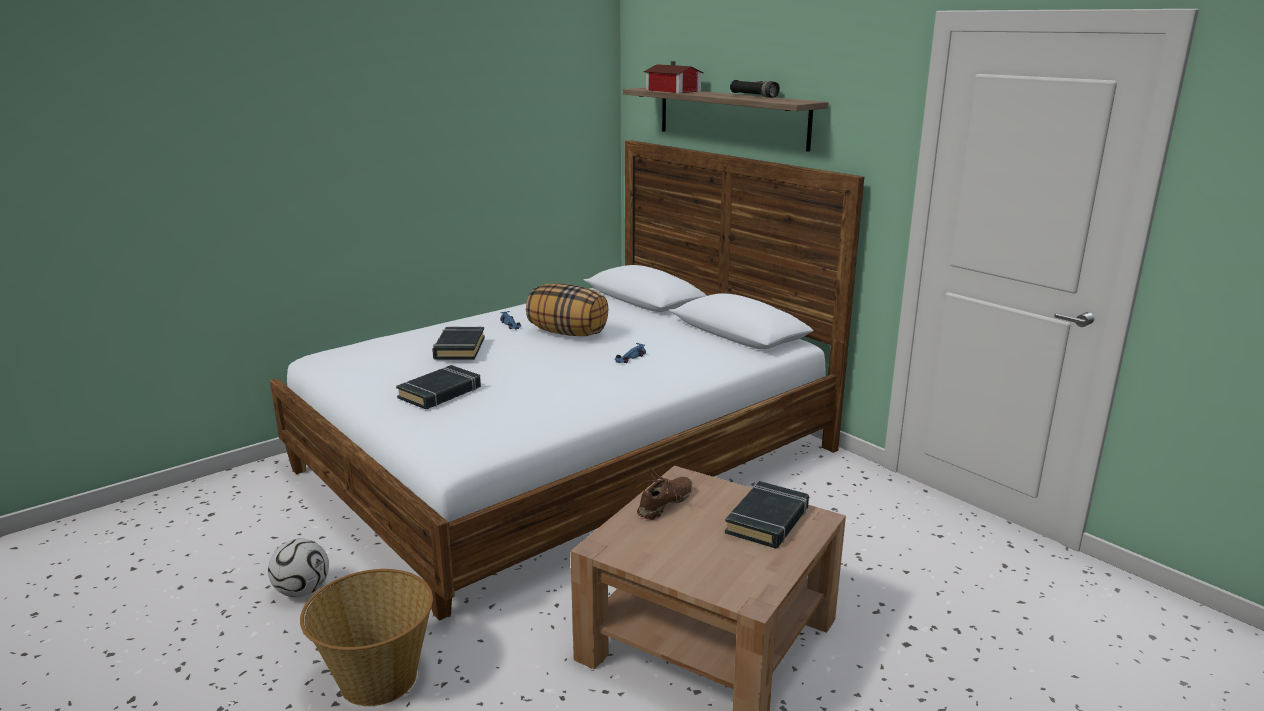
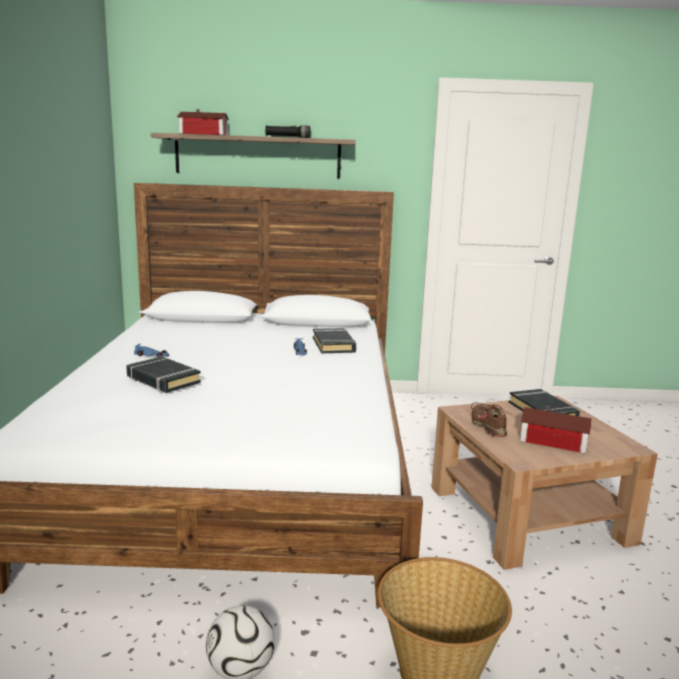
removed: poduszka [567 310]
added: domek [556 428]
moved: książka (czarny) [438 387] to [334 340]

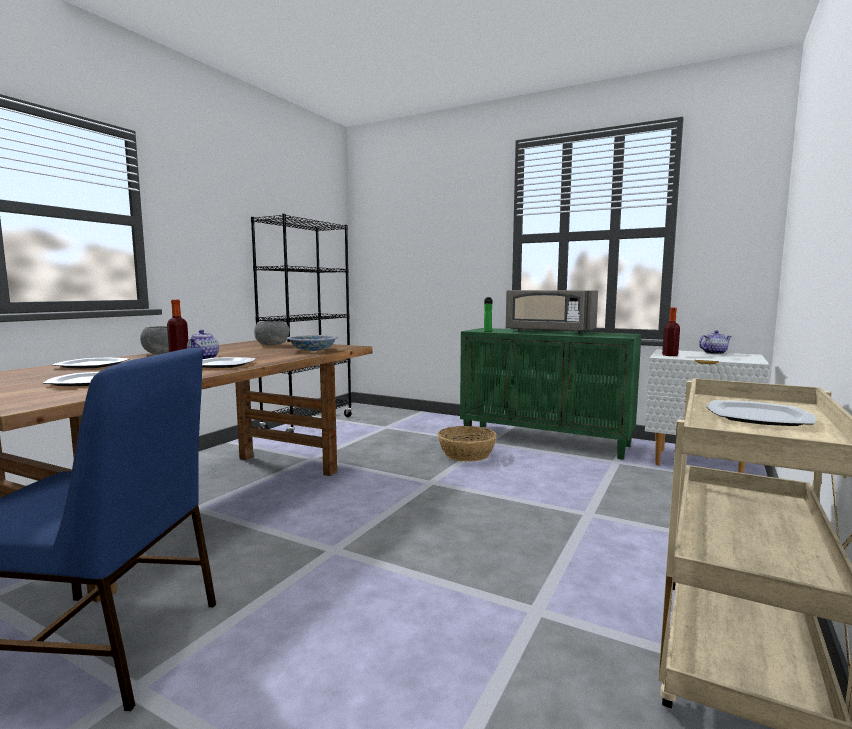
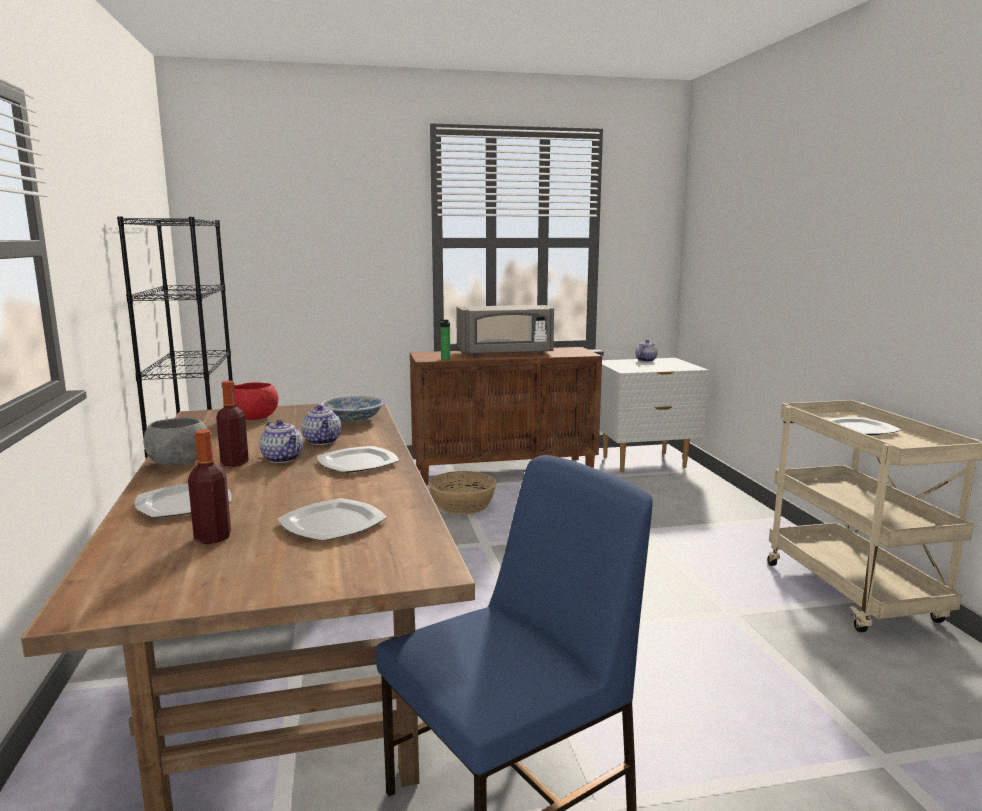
added: imbryk [321 425]
moved: butelka [671 332] to [209 486]
recoloured: miska (szary) [272 333] to miska (czerwony) [256 401]; szafka (zielony) [550 394] to szafka (brązowy) [506 416]

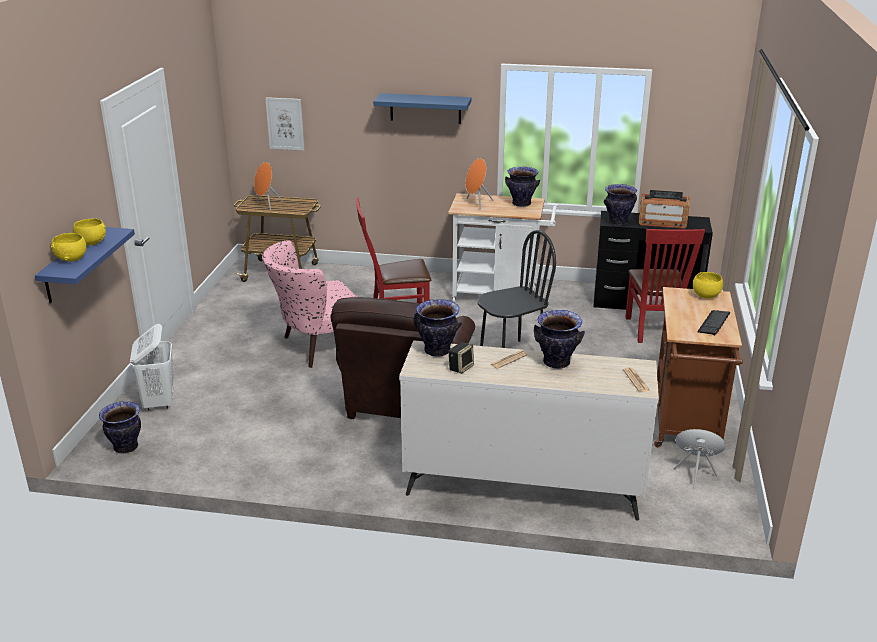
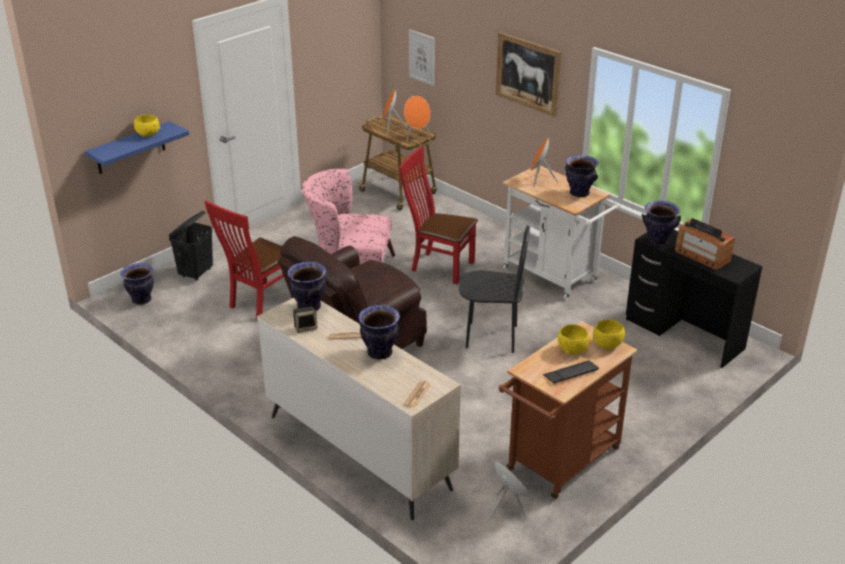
added: głośnik (pomarańczowy) [417 118]
moved: krzesło (czerwony) [665 286] to [244 260]; miska (żółty) [69 247] to [574 339]
replaced: półka (niebieski) [422 108] to obraz [529 74]
recoloured: kosz na pranie (biały) [152 367] to kosz na pranie (czarny) [191 246]

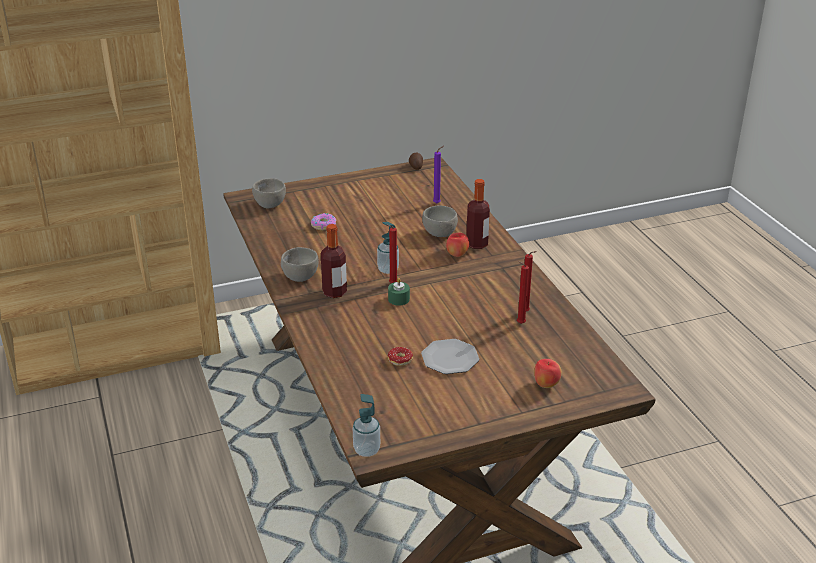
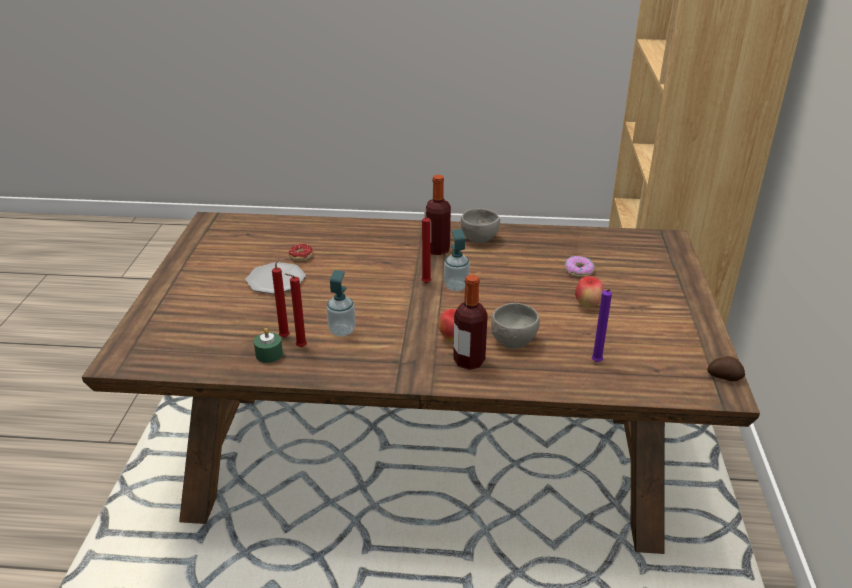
removed: miska (szary) [269 193]
moved: świeca (zielony) [399 292] to [268 345]; jabłko [548 373] to [589 292]; dozownik mydła [366 425] to [340 303]

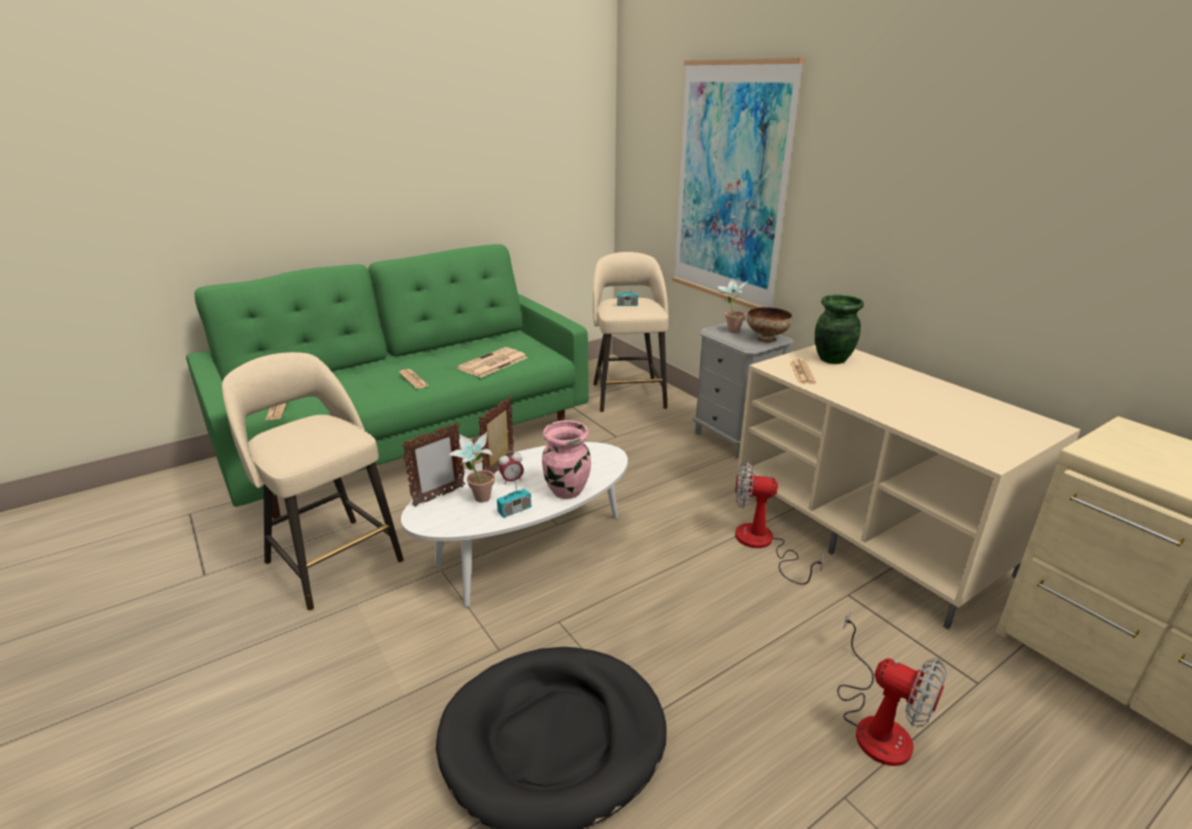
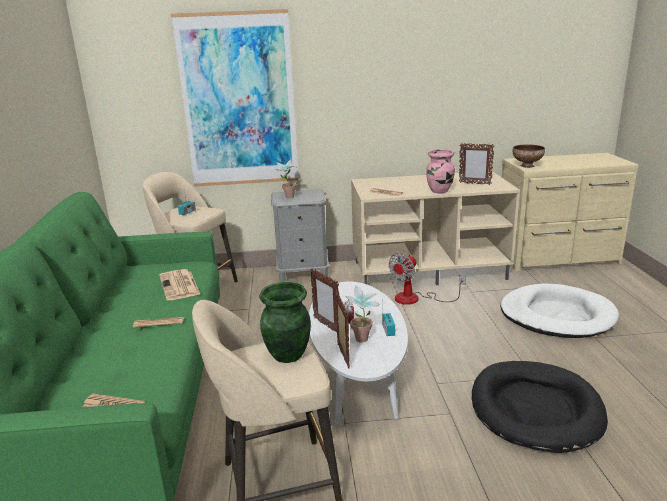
added: ramka na zdjęcie [476 164]
moved: wazon (zielony) [839 329] to [285 322]; miska [769 325] to [528 156]; wazon (różowy) [566 459] to [440 171]
replaced: wentylator [891 687] to legowisko (biały) [559 310]

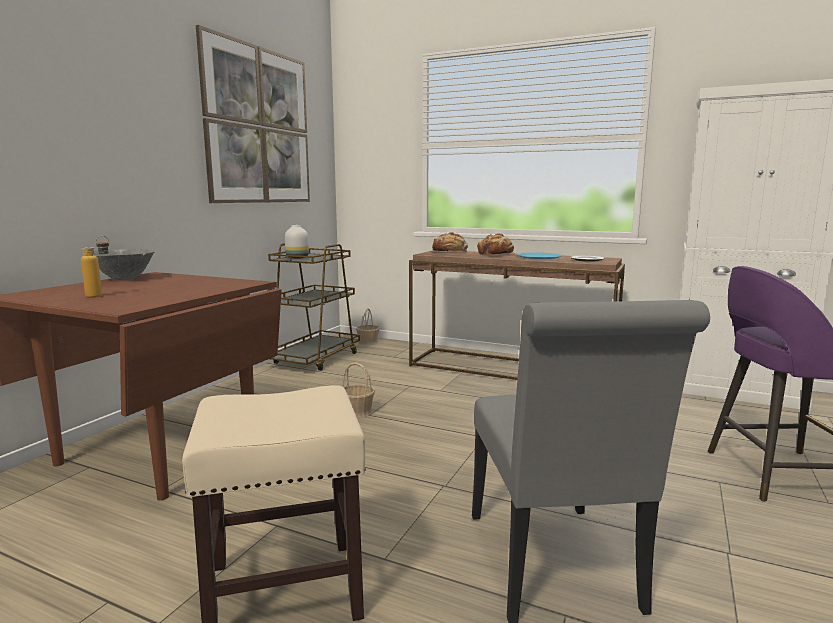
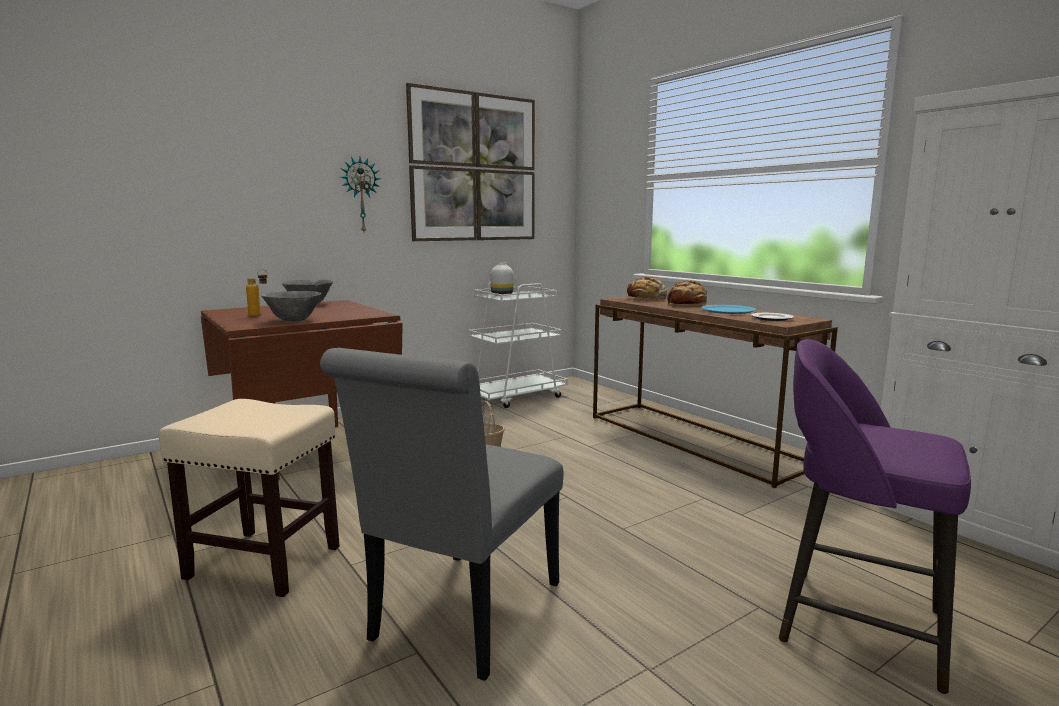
removed: koszyk [368 326]
added: zegar ścienny [361 194]; miska (szary) [291 306]
recoloured: wózek (brązowy) [314 307] to wózek (biały) [518 344]

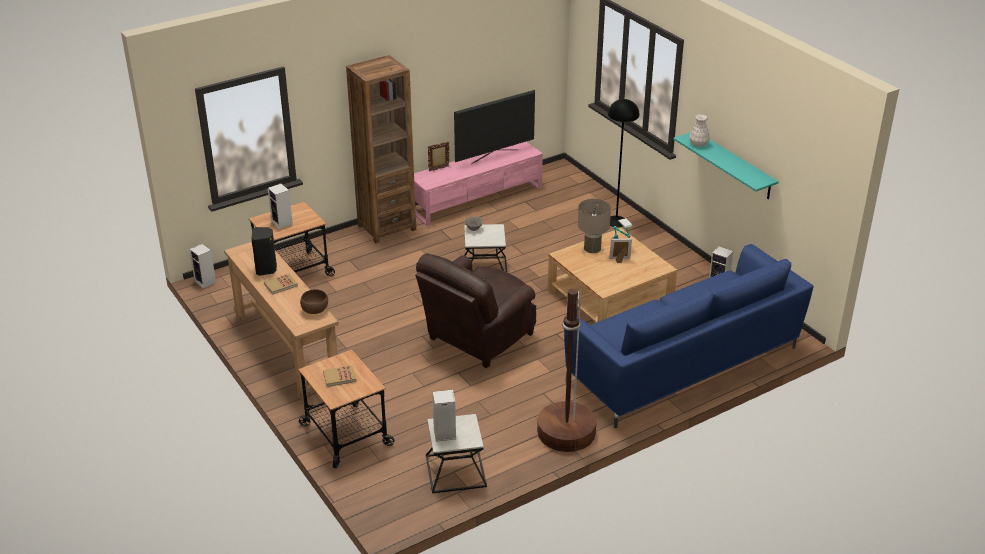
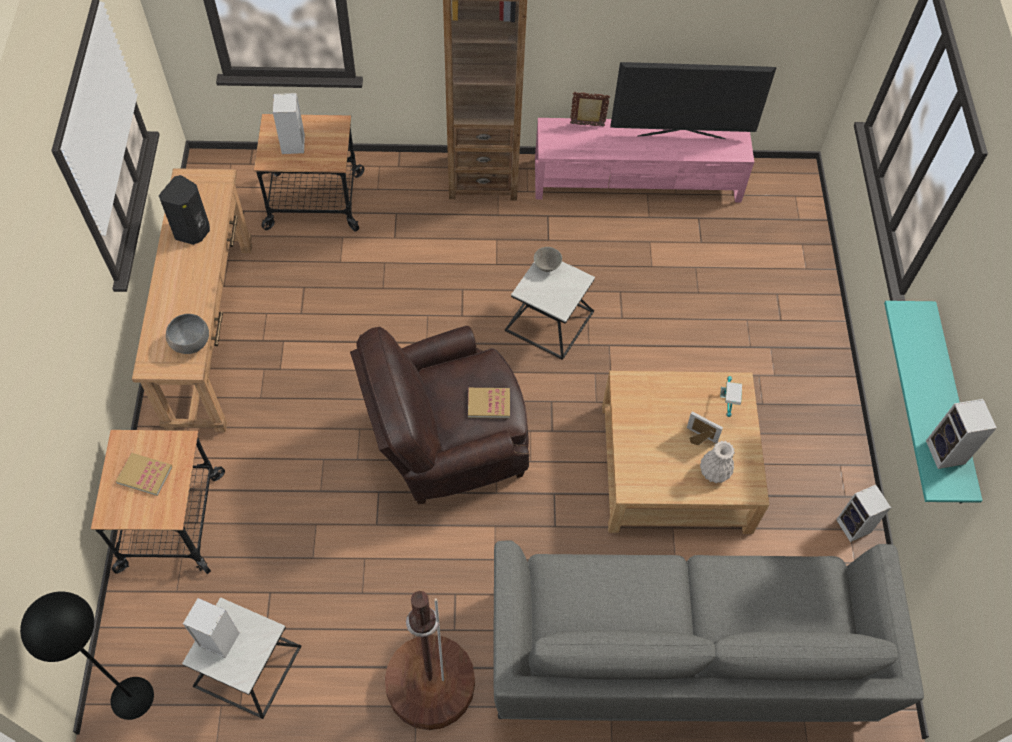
removed: lampa stołowa (beżowy) [594 226]
moved: lampa stojąca (czarny) [623 163] to [87 655]; wazon (biały) [699 130] to [717 462]; głośnik [202 266] to [961 434]; książka [281 284] to [489 403]
recoloured: kanapa (niebieski) [688 336] to kanapa (szary) [708 631]; miska (brązowy) [314 301] to miska (szary) [187 334]

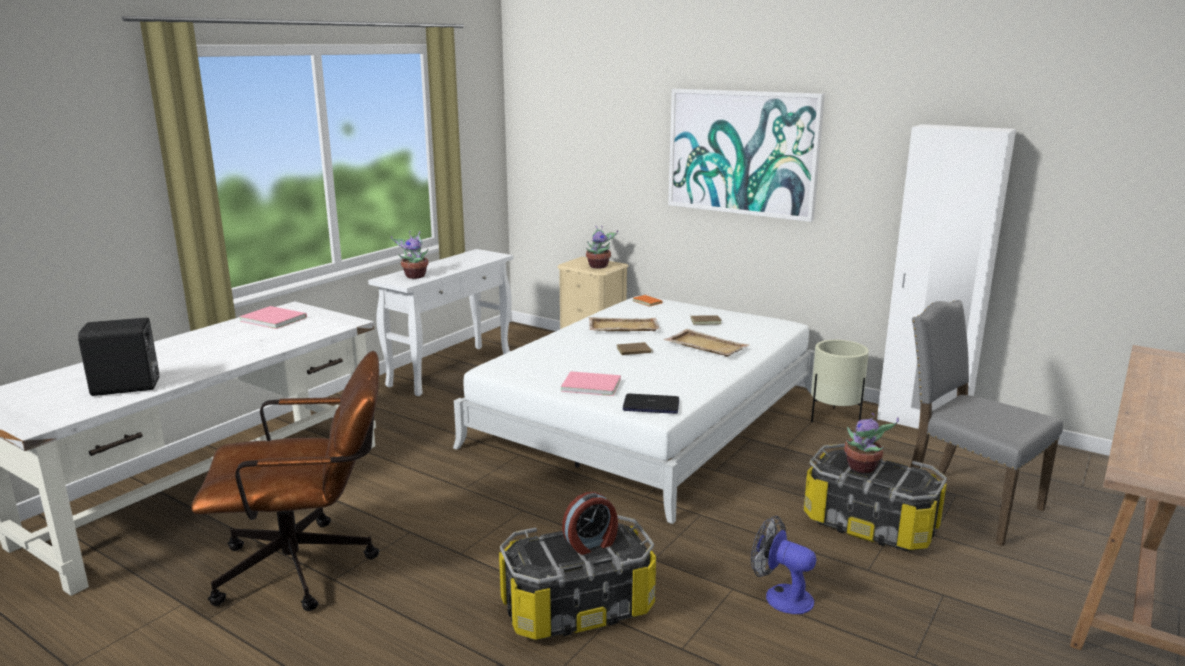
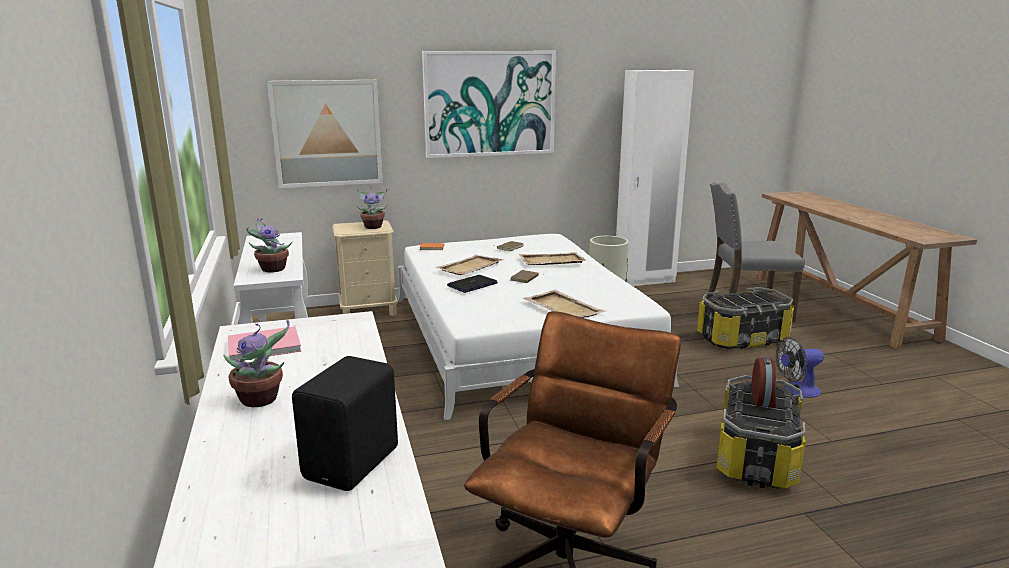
added: obraz [325 134]
moved: laptop [651 404] to [472 284]; roślina doniczkowa [871 443] to [256 363]
replaced: książka (różowy) [591 383] to taca (beżowy) [564 304]

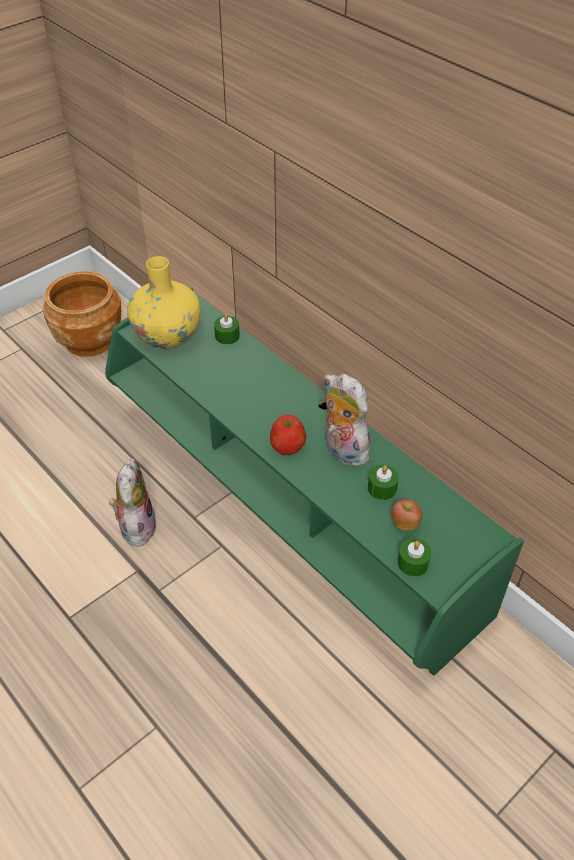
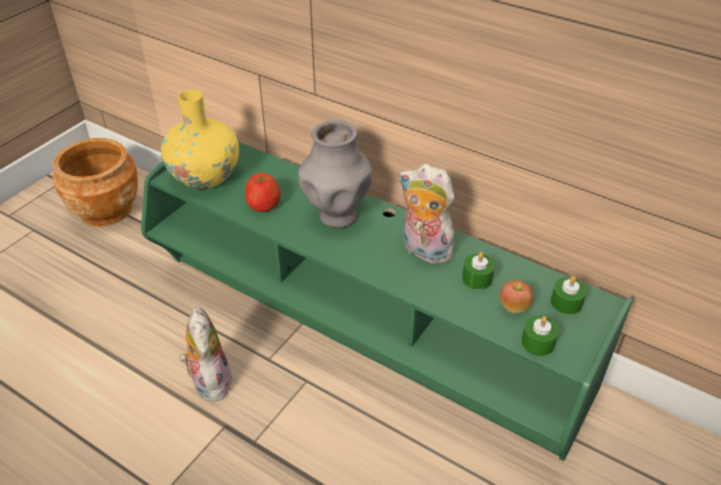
added: wazon (szary) [335 174]
moved: świeca (zielony) [227 329] to [569 295]; jabłko [288 435] to [263 192]

